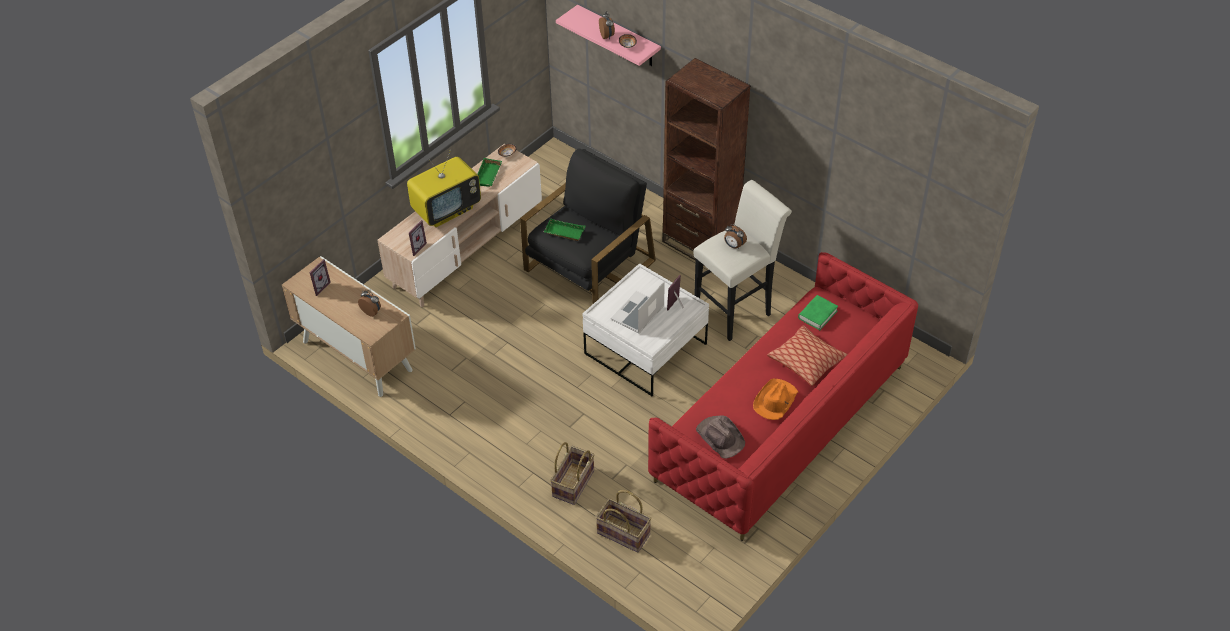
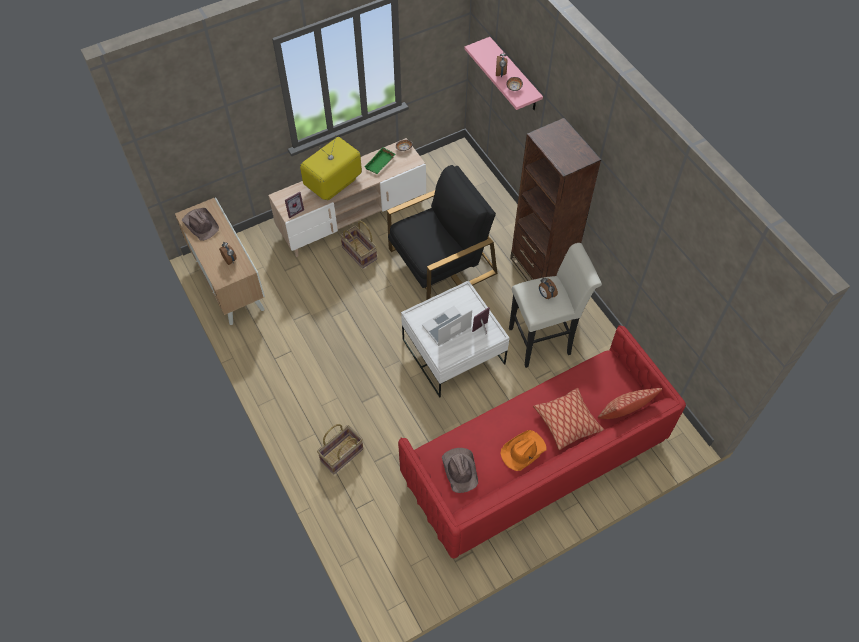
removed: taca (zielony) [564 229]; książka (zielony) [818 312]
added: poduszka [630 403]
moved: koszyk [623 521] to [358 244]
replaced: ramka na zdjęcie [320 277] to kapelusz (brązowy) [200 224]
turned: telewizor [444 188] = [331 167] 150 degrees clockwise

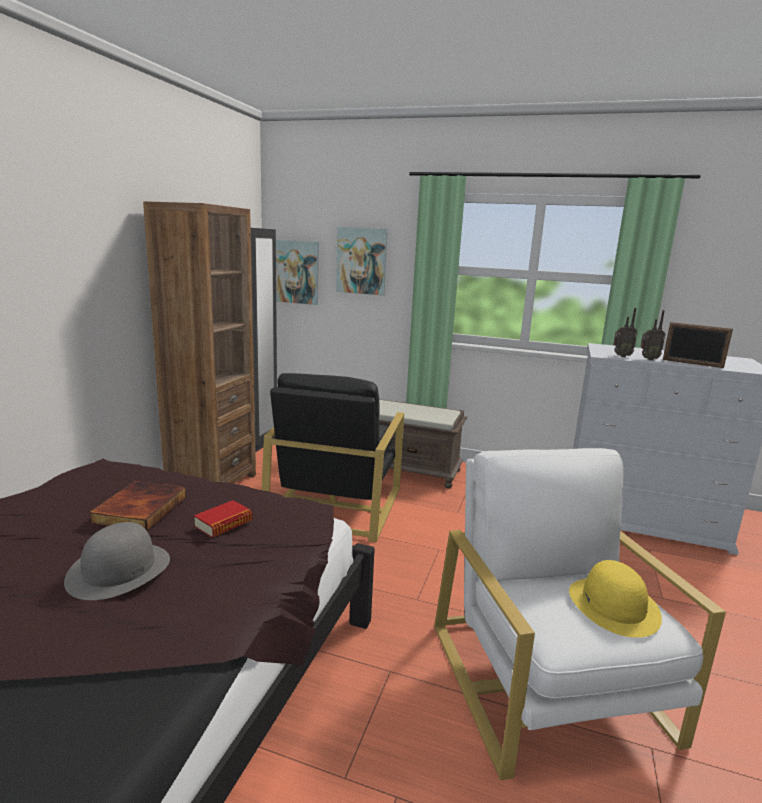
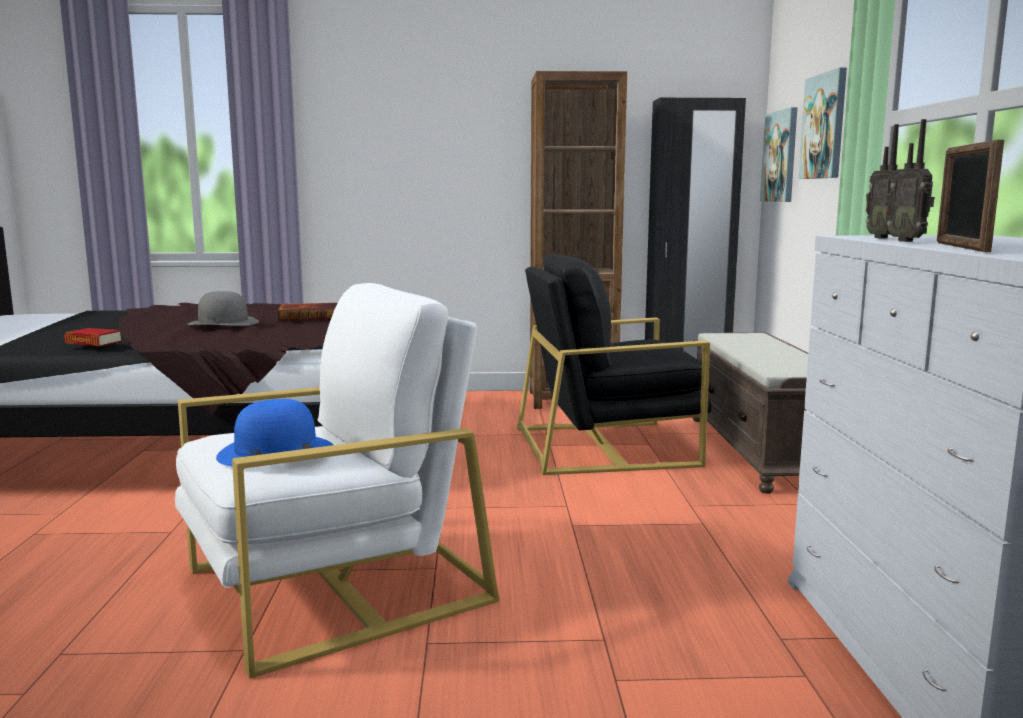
moved: książka [223 519] to [93 337]
recoloured: kapelusz (żółty) [615 599] to kapelusz (niebieski) [274 432]

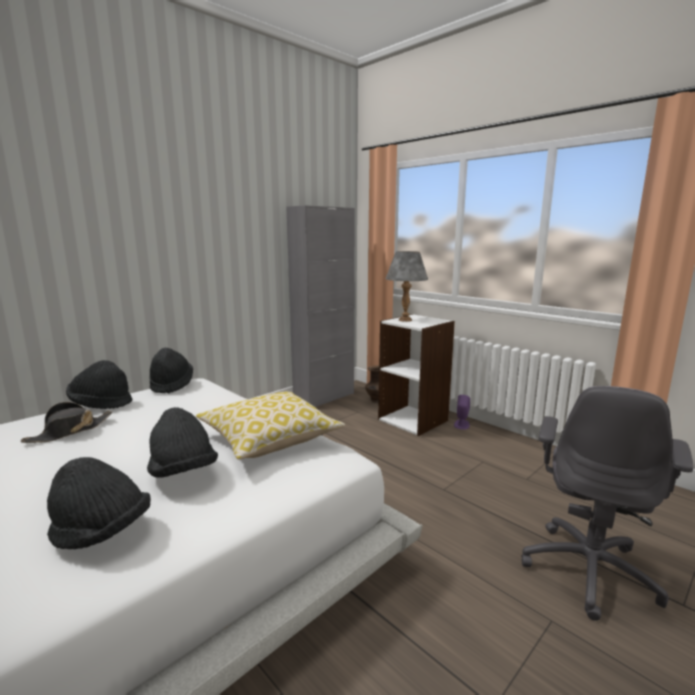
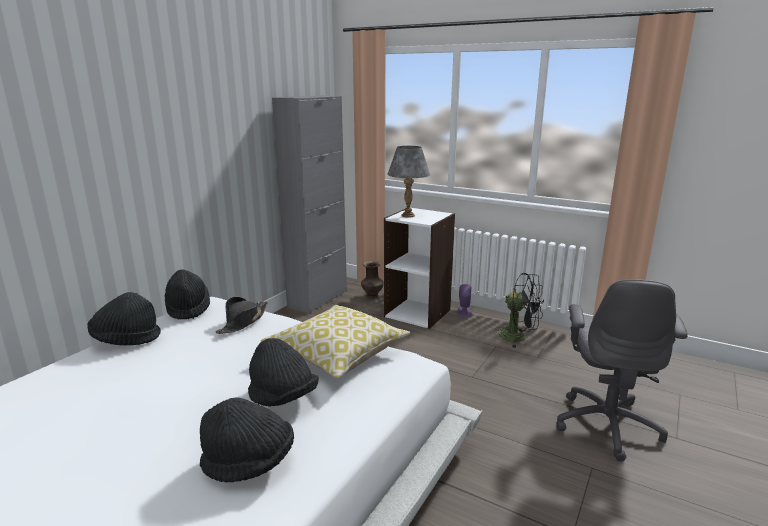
added: wentylator (czarny) [519 310]
moved: kapelusz (czarny) [66 422] to [242 315]

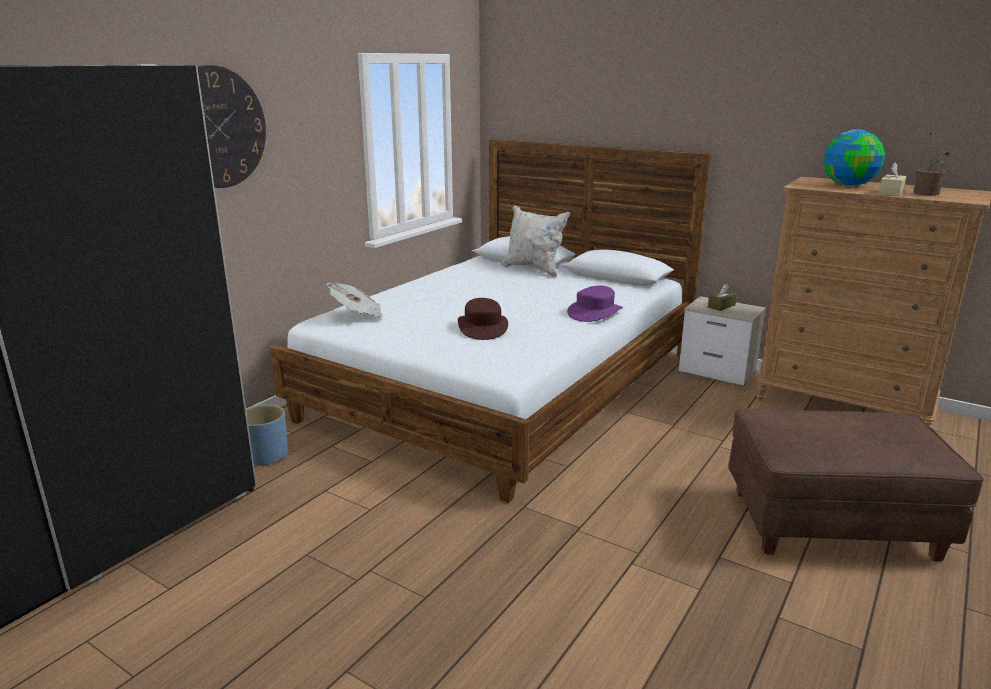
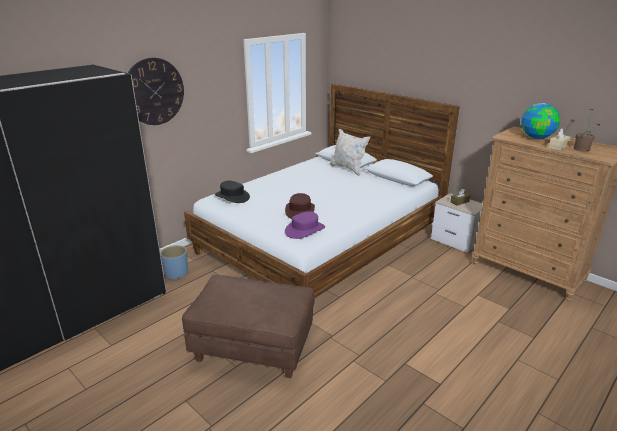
moved: kapelusz (fioletowy) [595 304] to [305 225]; pufa (brązowy) [856 485] to [248 326]
replaced: gazeta [355 300] to kapelusz (czarny) [232 192]

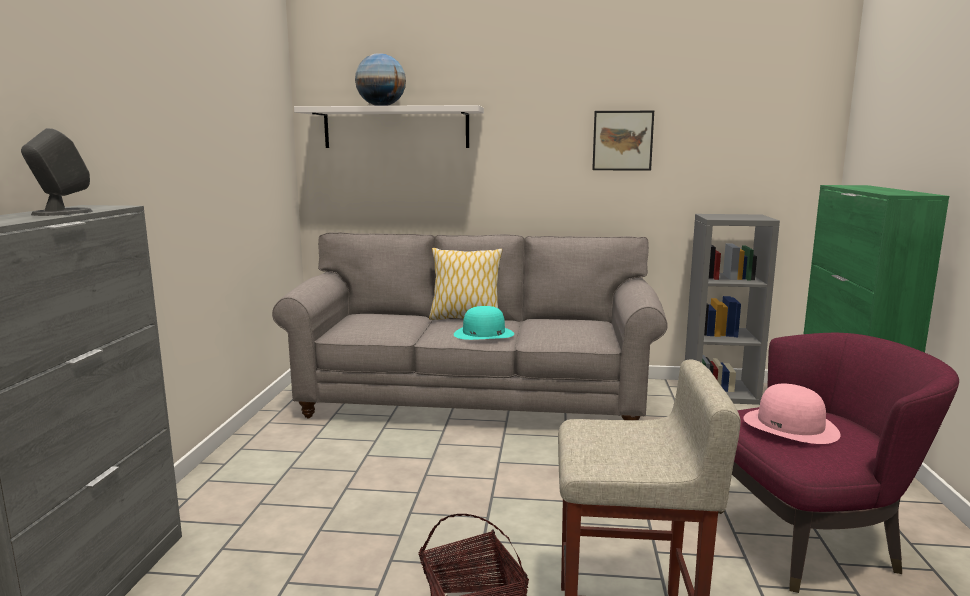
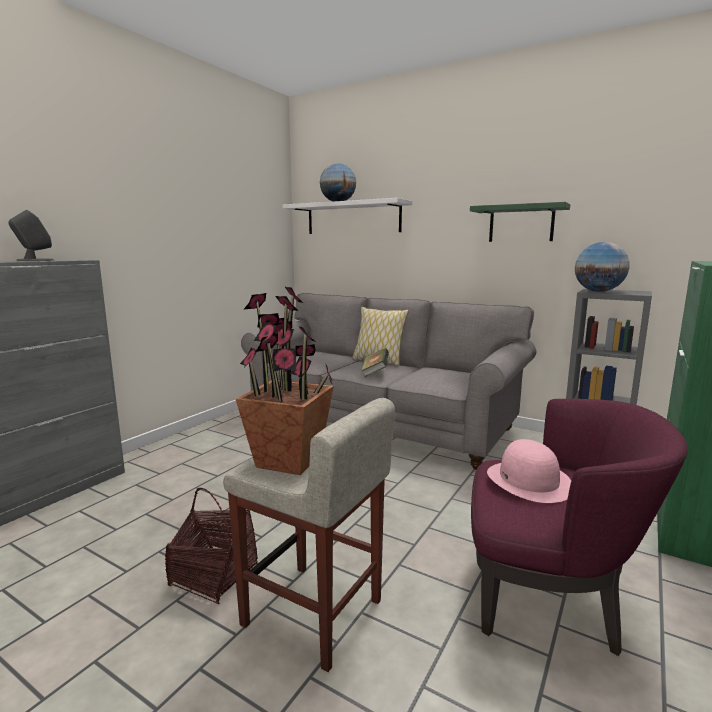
added: globus [602 267]; roślina doniczkowa [285 380]
replaced: obraz [623 141] to półka (zielony) [520 222]; kapelusz (turkusowy) [484 323] to książka [375 362]

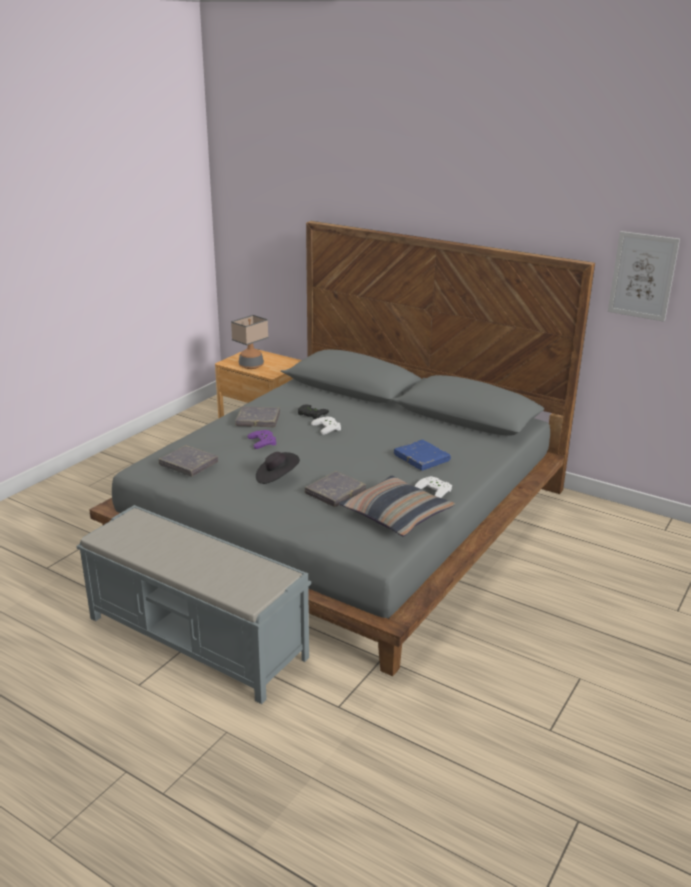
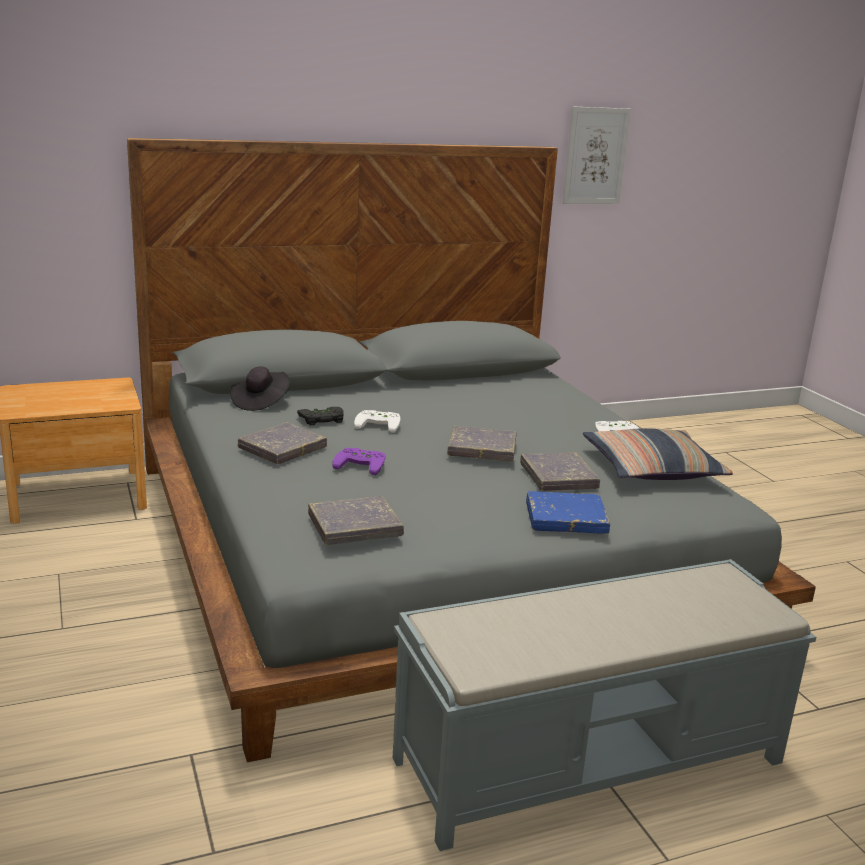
removed: lampa stołowa [249 342]
added: książka (szary) [482 443]
moved: książka (niebieski) [422 455] to [568 512]; kapelusz (czarny) [278 468] to [260 389]

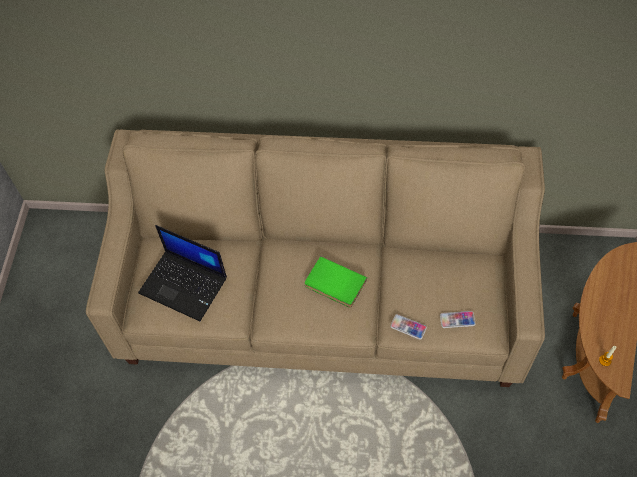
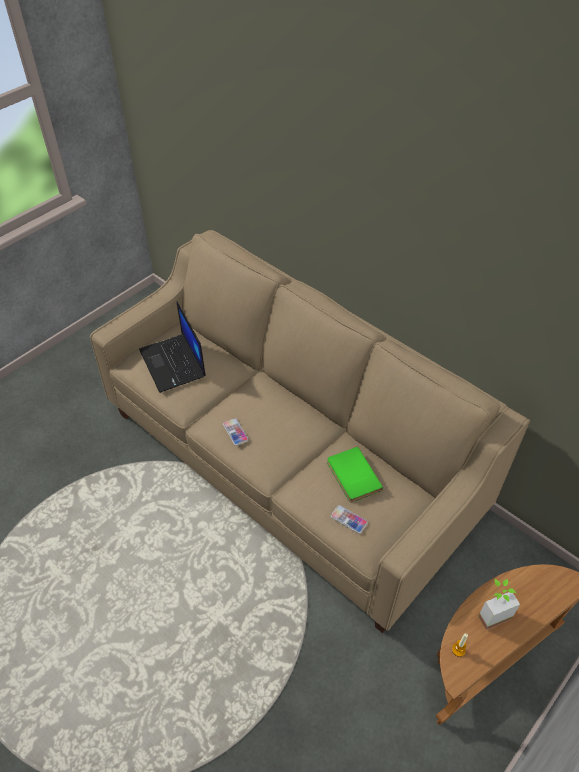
added: roślina doniczkowa [499 604]
moved: książka (zielony) [336 281] to [355 475]; telefon [408 327] to [235 432]

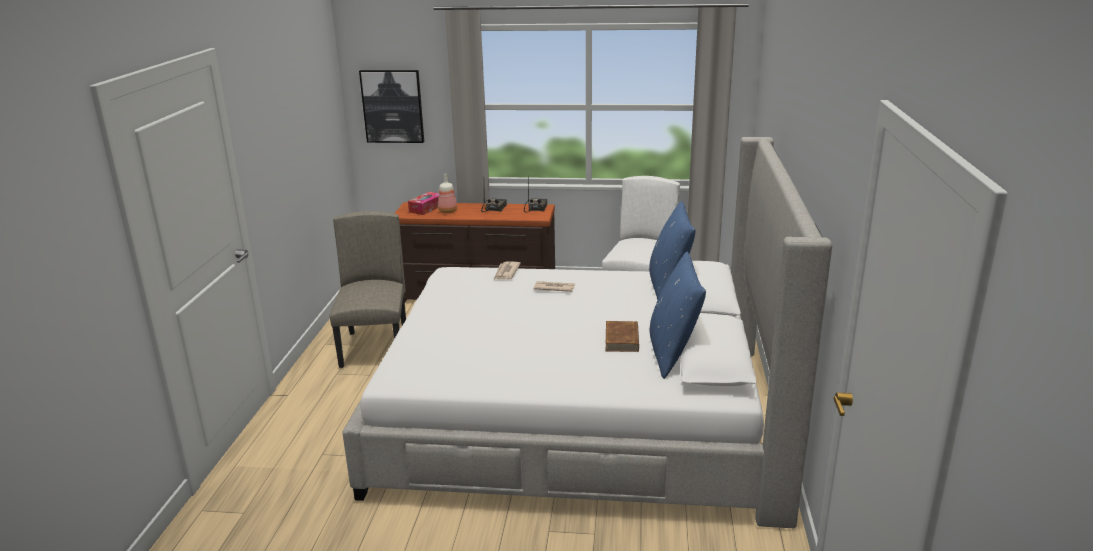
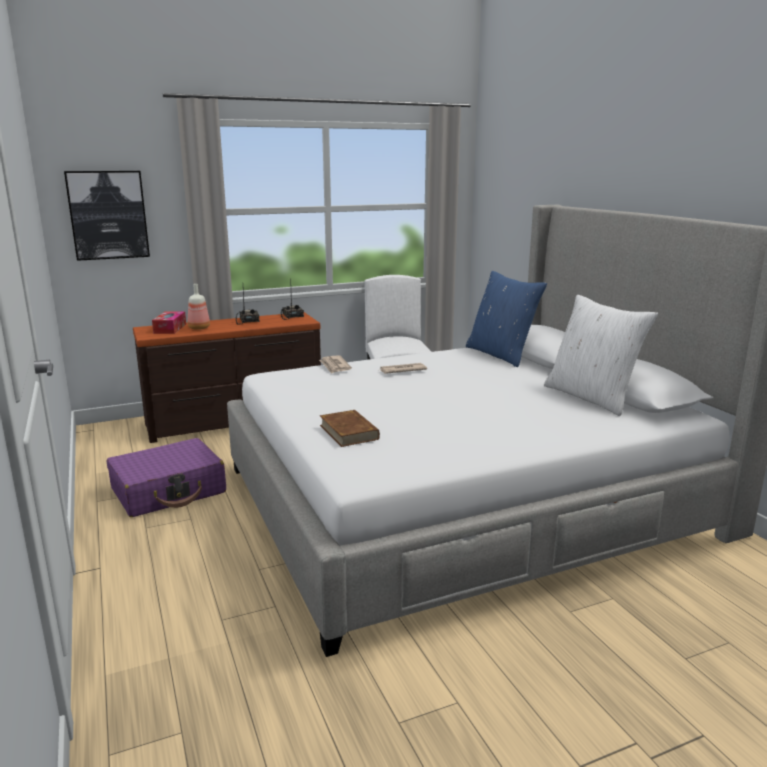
moved: książka (brązowy) [622 336] to [350 428]
replaced: krzesło (beżowy) [367 289] to walizka (fioletowy) [166 477]
recoloured: poduszka (niebieski) [677 315] to poduszka (biały) [601 355]

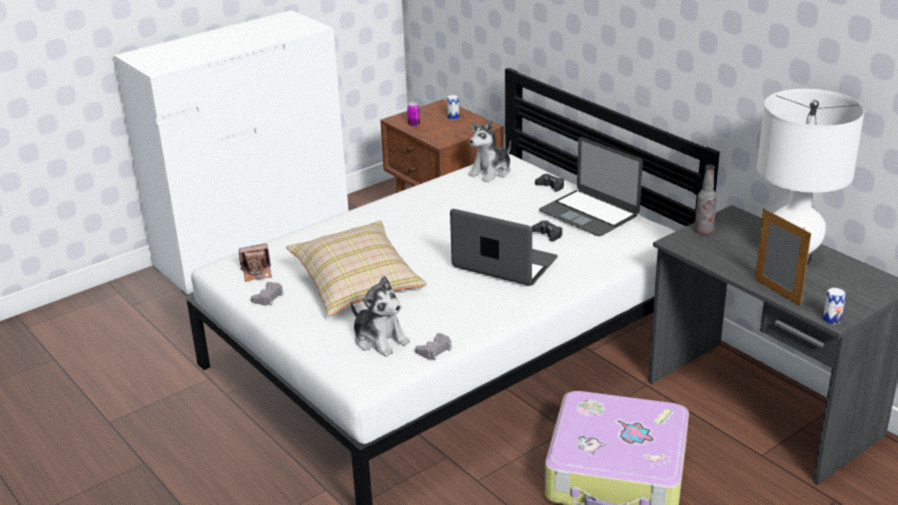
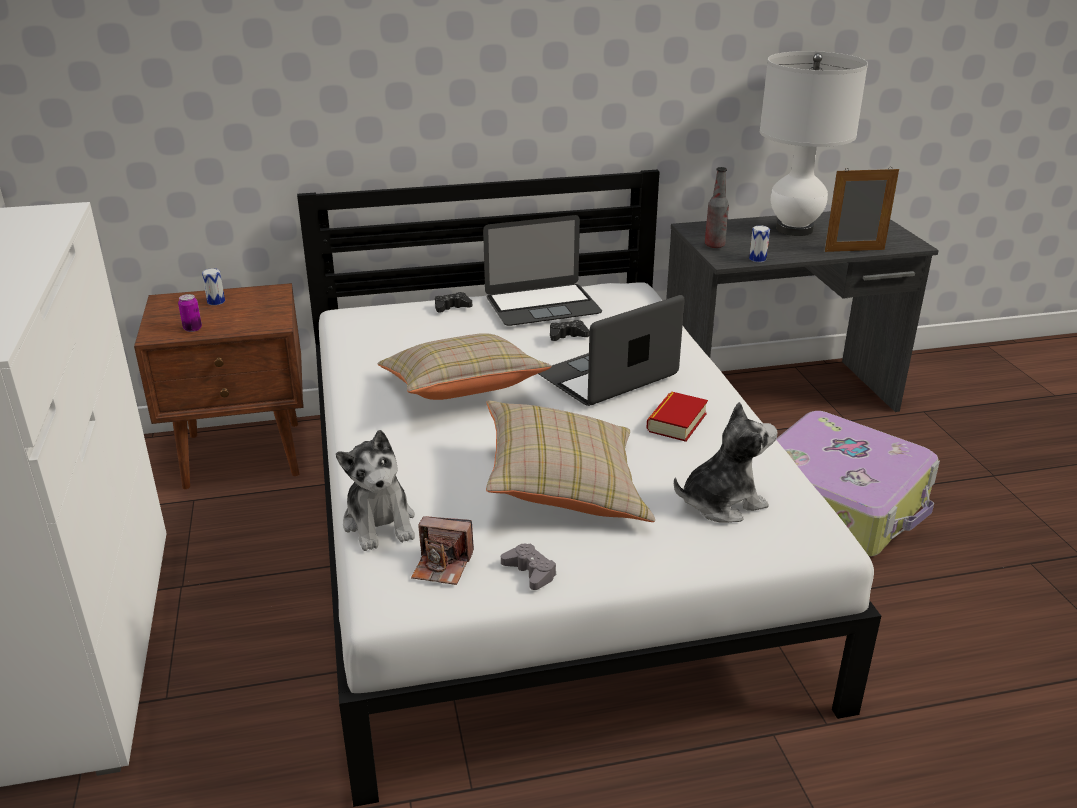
removed: pad do gier (szary) [433 346]
added: poduszka (beżowy) [464 366]; książka [677 417]
moved: pluszak [489 151] to [375 490]; puszka [834 306] to [759 243]
turned: aparat fotograficzny [255 262] = [442 550] 90 degrees clockwise

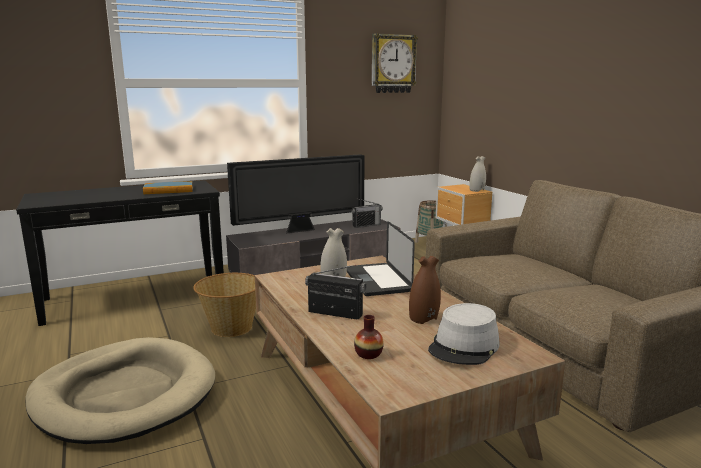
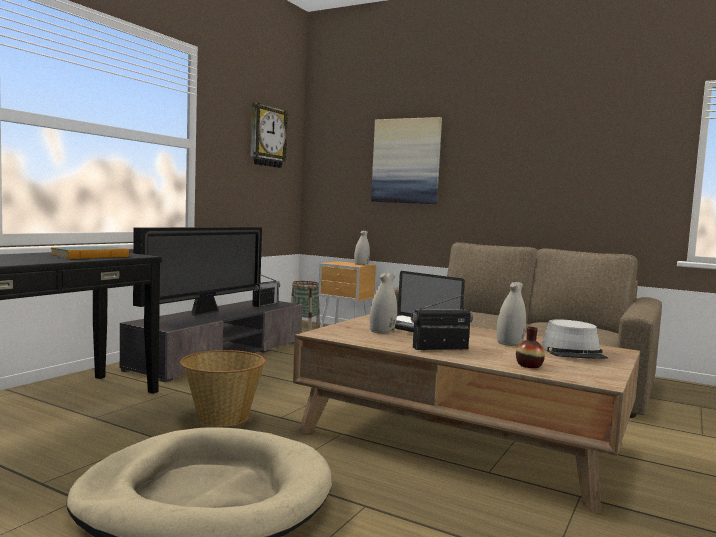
added: obraz [406 160]
recoloured: wazon (brązowy) [425 290] to wazon (biały) [511 314]

